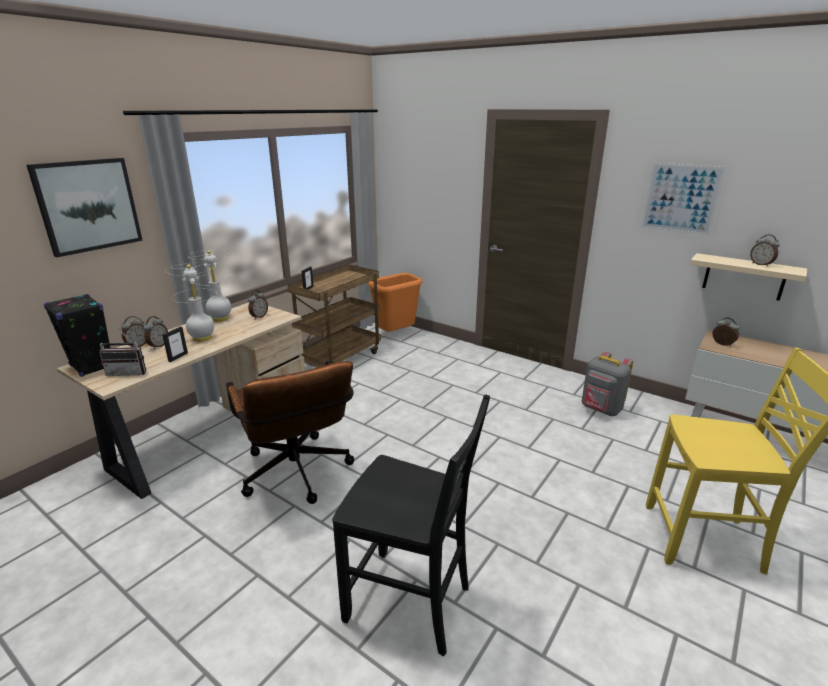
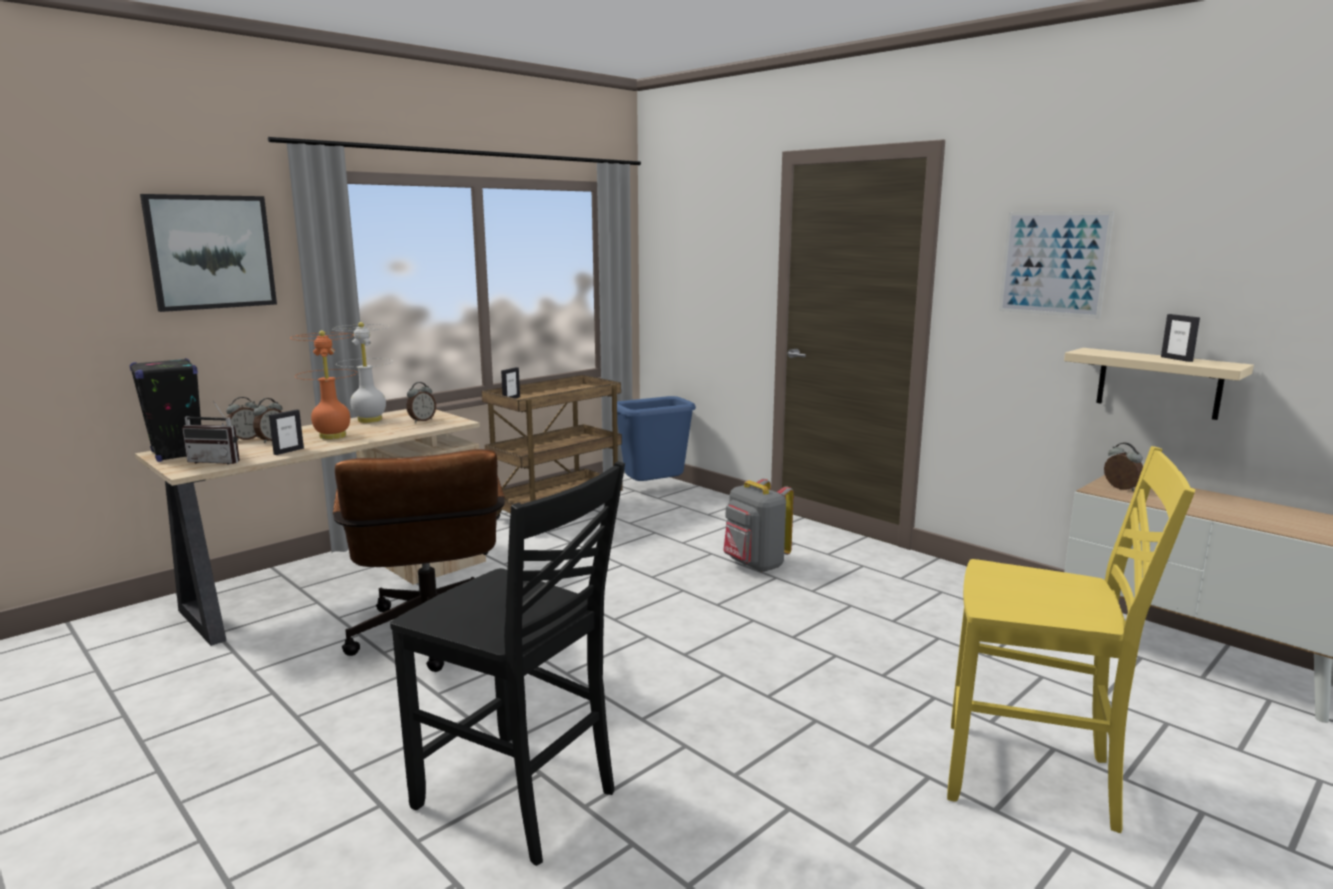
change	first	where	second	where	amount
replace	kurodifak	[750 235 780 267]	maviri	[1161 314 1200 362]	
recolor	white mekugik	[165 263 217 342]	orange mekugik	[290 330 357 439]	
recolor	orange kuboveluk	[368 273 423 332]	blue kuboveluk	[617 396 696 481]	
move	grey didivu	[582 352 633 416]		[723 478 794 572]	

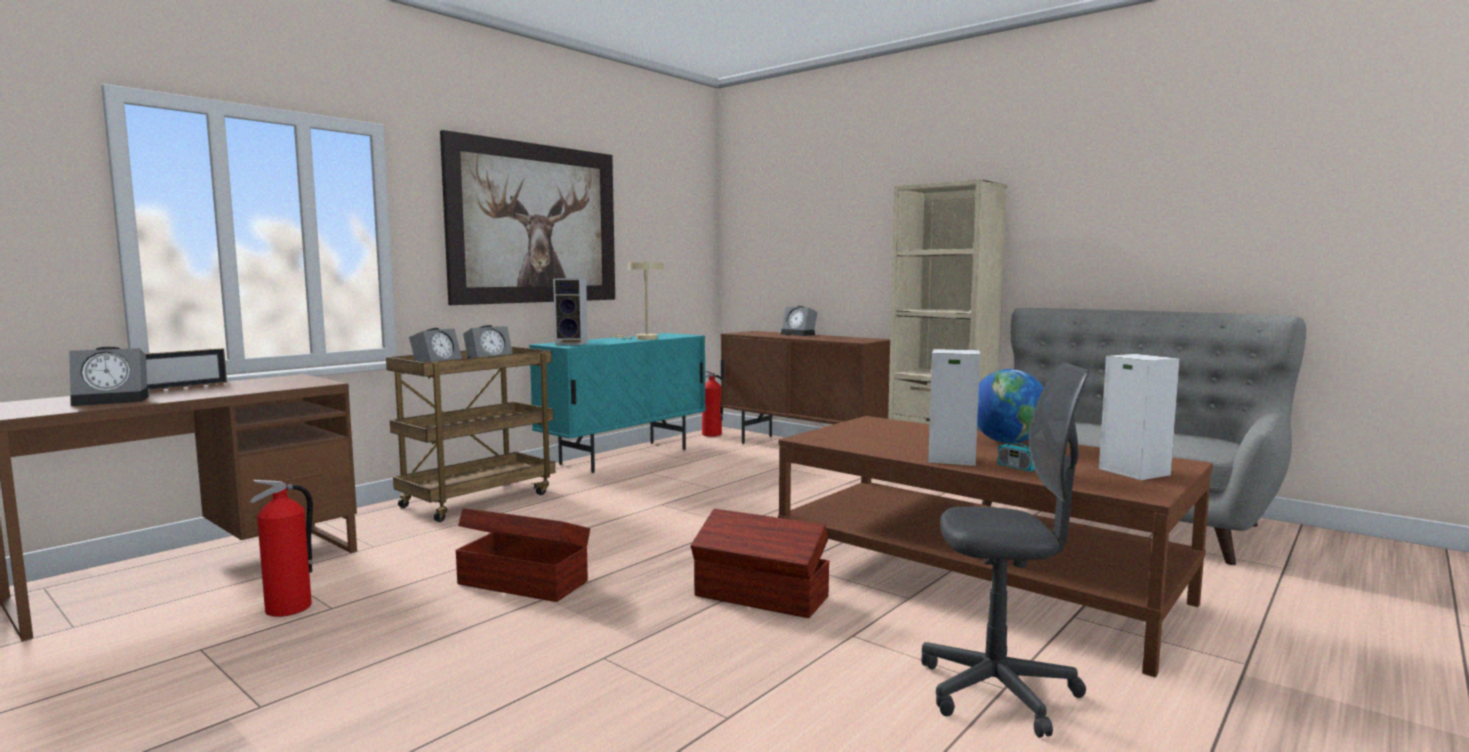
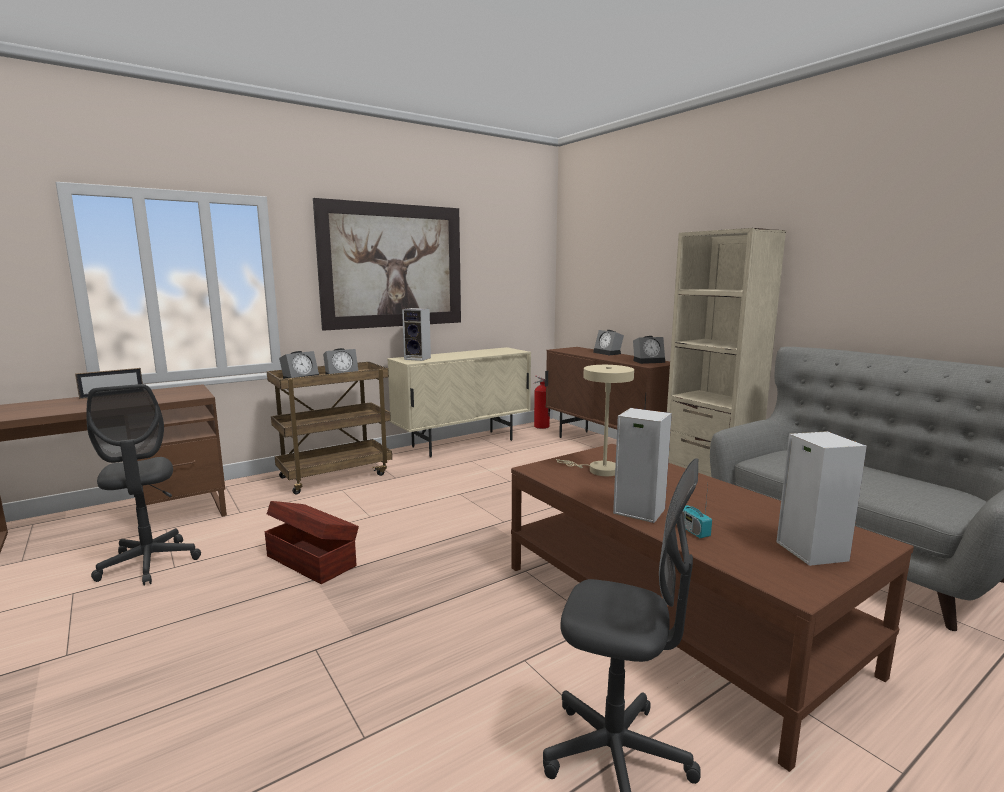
change	first	where	second	where	amount
move	beige mekugik	[611 261 664 340]		[556 365 634 476]	
recolor	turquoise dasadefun	[529 333 706 473]	beige dasadefun	[387 347 531 458]	
move	kurodifak	[69 346 149 406]		[633 336 665 364]	
delete	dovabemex	[977 369 1044 443]			
replace	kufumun	[250 480 313 617]	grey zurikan	[86 384 201 586]	
delete	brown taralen	[691 509 829 618]			

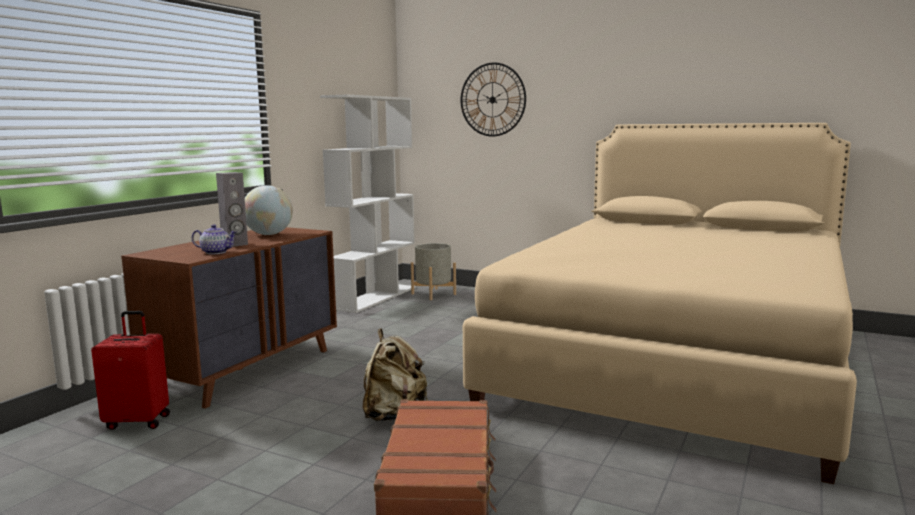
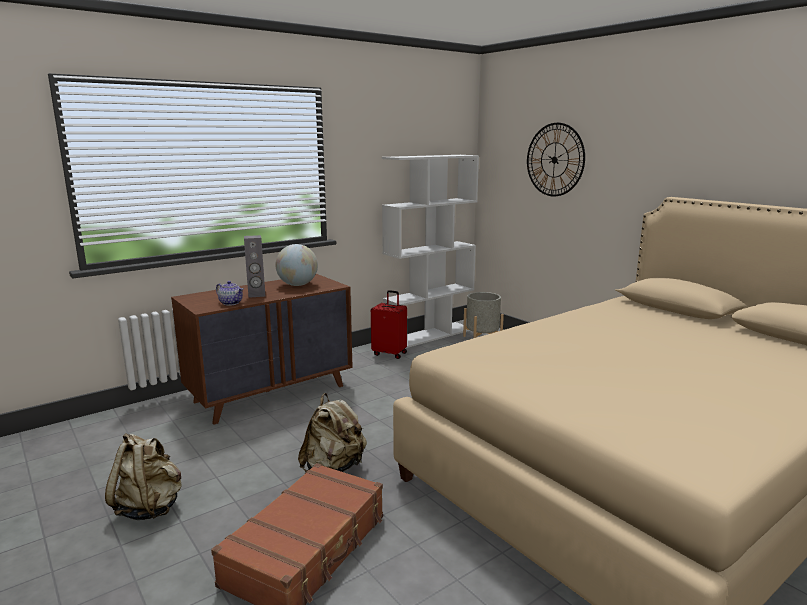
change	first	where	second	where	amount
move	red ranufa	[91 311 170 430]		[371 290 407 359]	
insert			beige didivu	[105 433 182 520]	

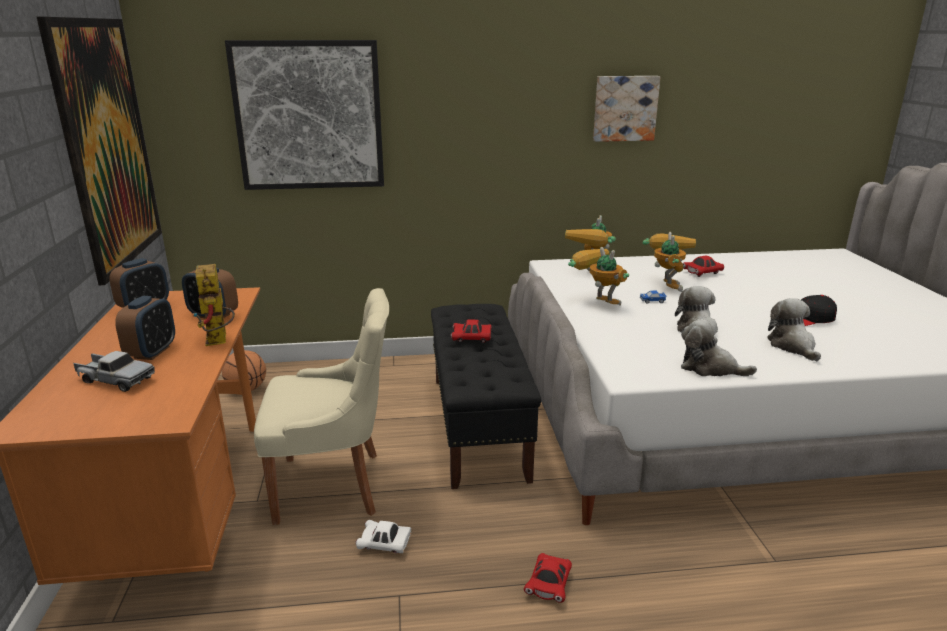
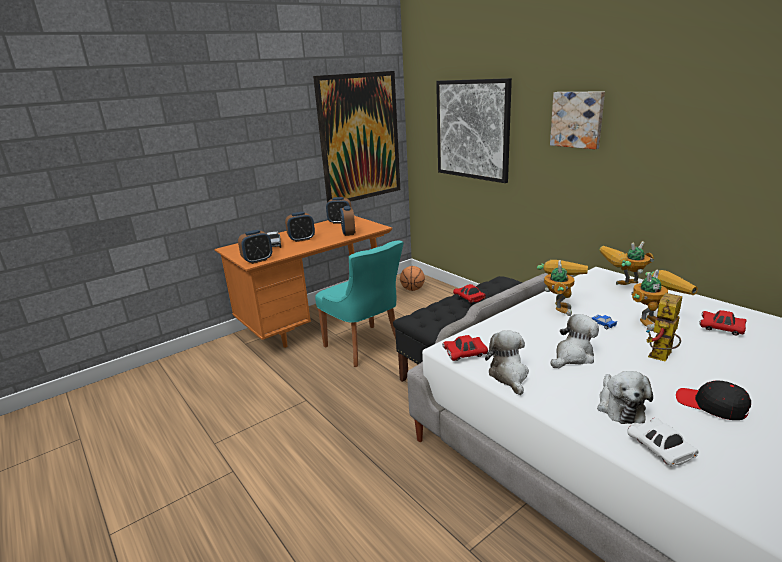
change	first	where	second	where	amount
move	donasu	[593 76 661 142]		[550 92 605 149]	
move	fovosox	[193 264 235 346]		[646 293 682 361]	
recolor	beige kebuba	[254 288 389 525]	turquoise kebuba	[315 240 404 367]	
rotate	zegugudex	[767 298 821 361]		[597 371 653 424]	135 degrees clockwise
move	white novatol	[356 520 411 553]		[627 418 699 467]	
move	red novatol	[524 553 572 603]		[442 335 488 361]	
insert			kurodifak	[238 230 272 264]	

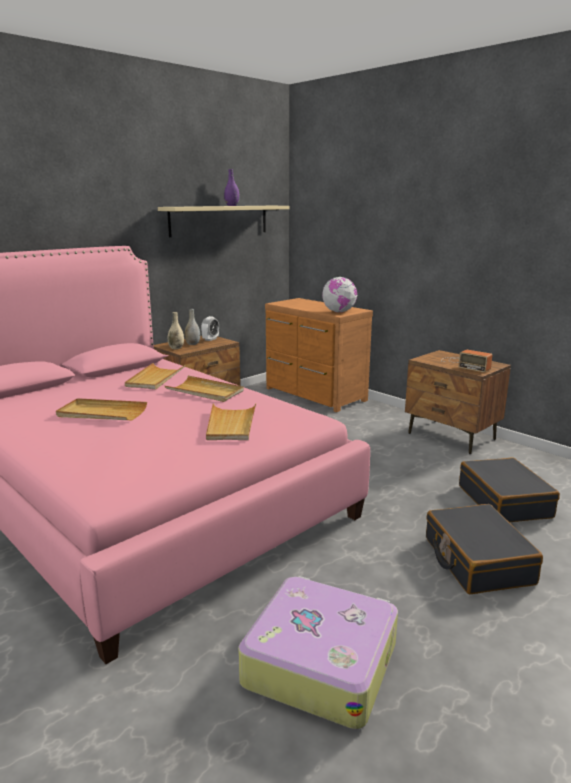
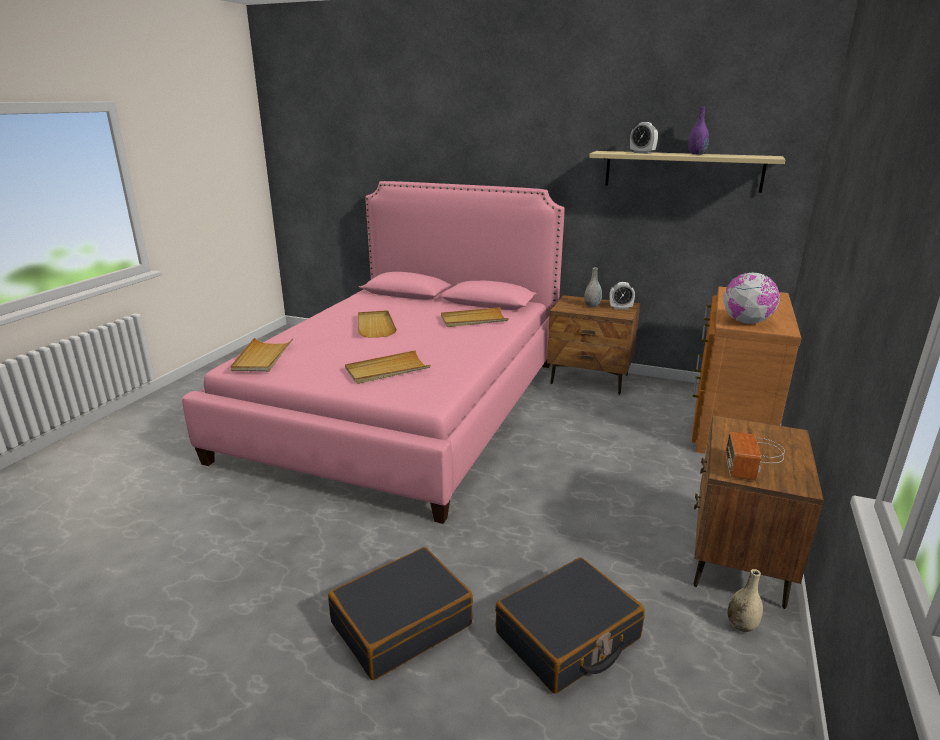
change	first	where	second	where	amount
move	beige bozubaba	[167 312 184 349]		[728 569 763 632]	
move	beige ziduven	[165 376 244 402]		[230 337 293 372]	
delete	ranufa	[238 576 398 730]			
insert			kurodifak	[630 122 658 154]	

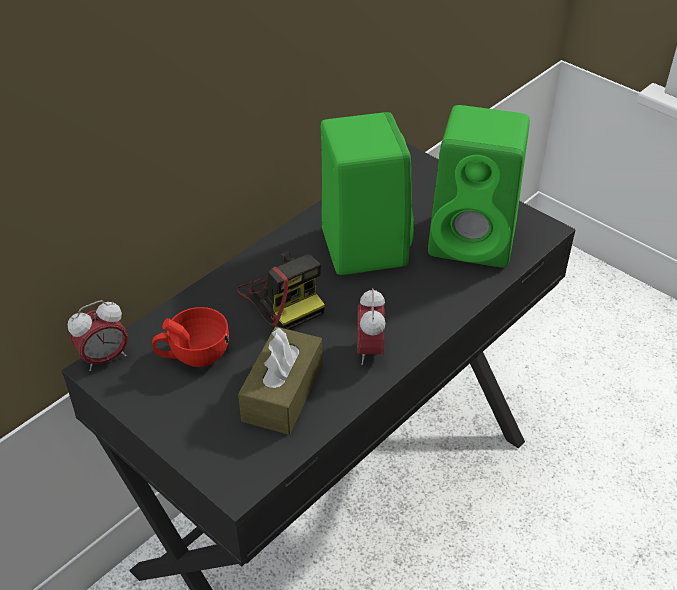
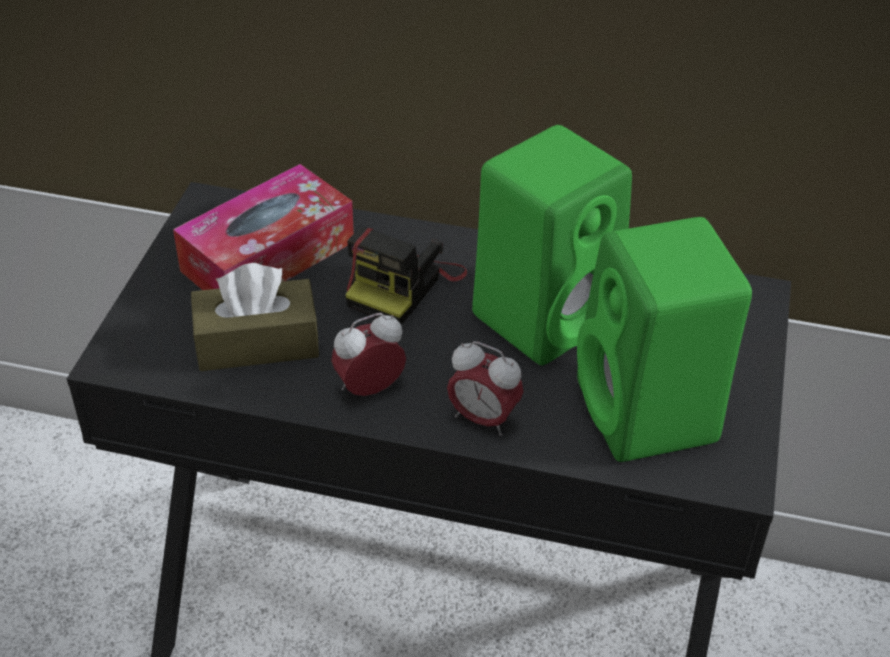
change	first	where	second	where	amount
move	kurodifak	[68 300 128 371]		[447 341 524 436]	
replace	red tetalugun	[152 307 229 367]	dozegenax	[173 164 354 290]	

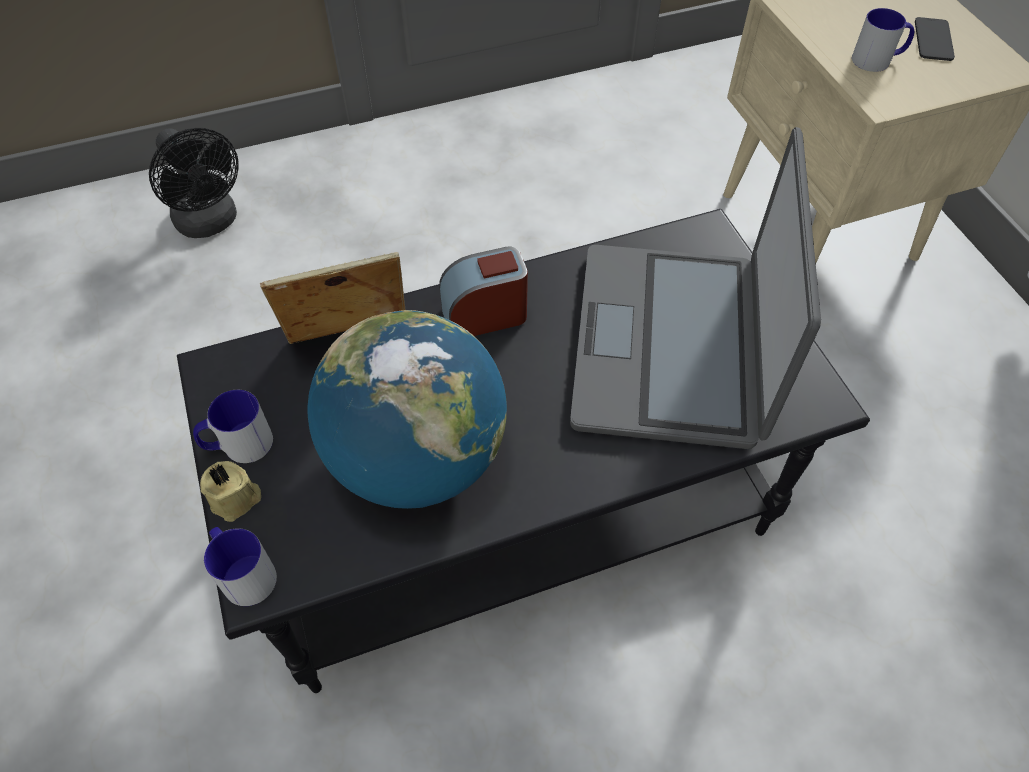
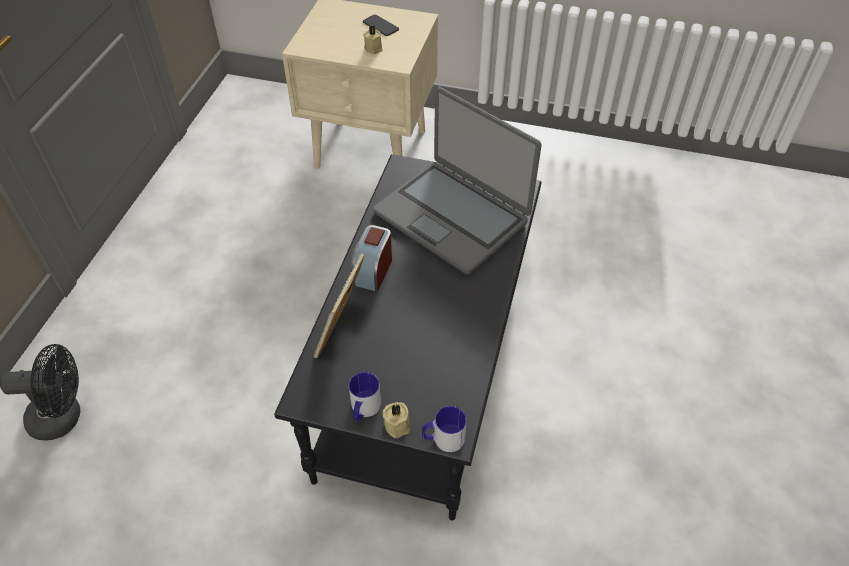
change	first	where	second	where	amount
replace	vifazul	[852 8 914 72]	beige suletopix	[363 25 383 54]	
delete	dovabemex	[308 310 507 509]			

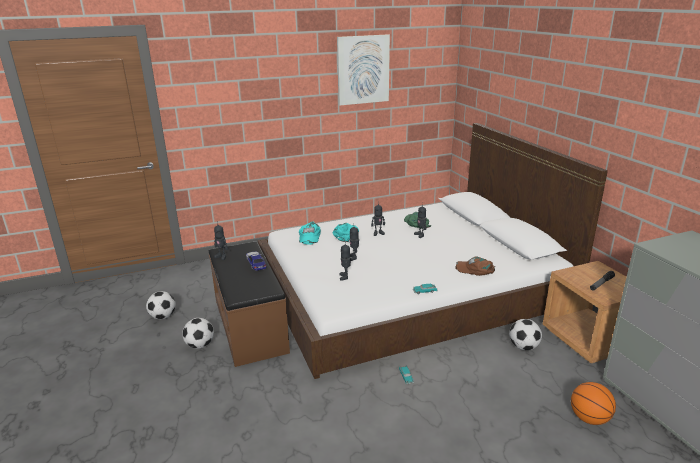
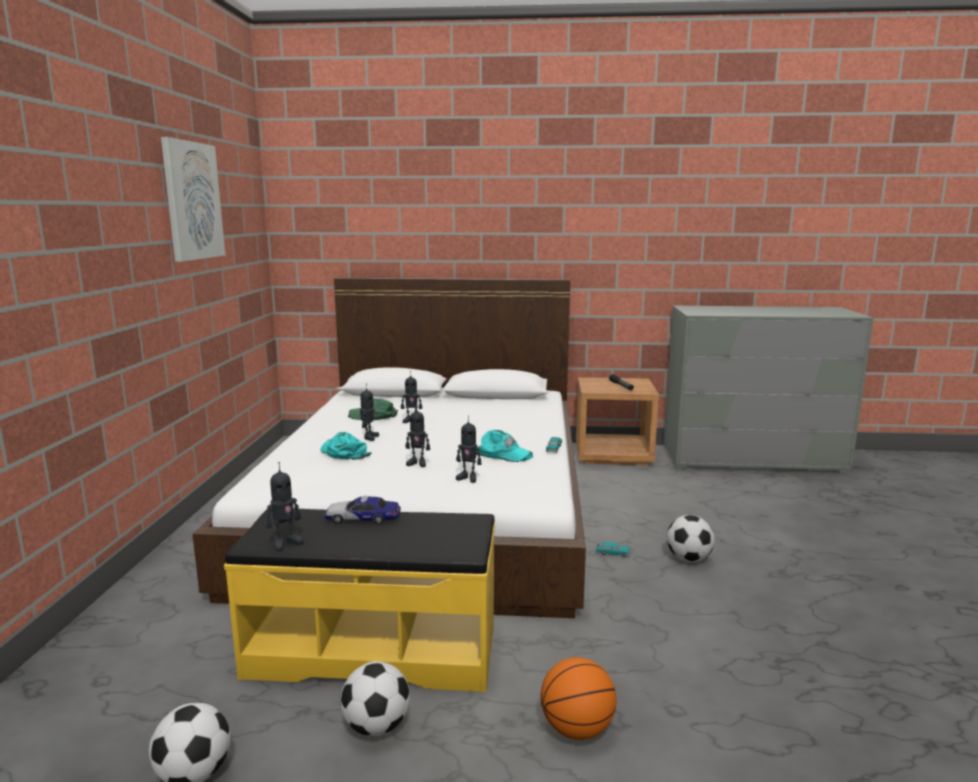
change	first	where	second	where	amount
move	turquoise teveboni	[299 221 321 245]		[476 430 533 462]	
recolor	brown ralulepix	[209 242 290 367]	yellow ralulepix	[224 508 495 692]	
delete	brown teveboni	[455 256 495 276]			
move	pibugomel	[509 319 542 350]		[667 515 715 562]	
move	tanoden	[571 382 616 425]		[541 657 617 740]	

